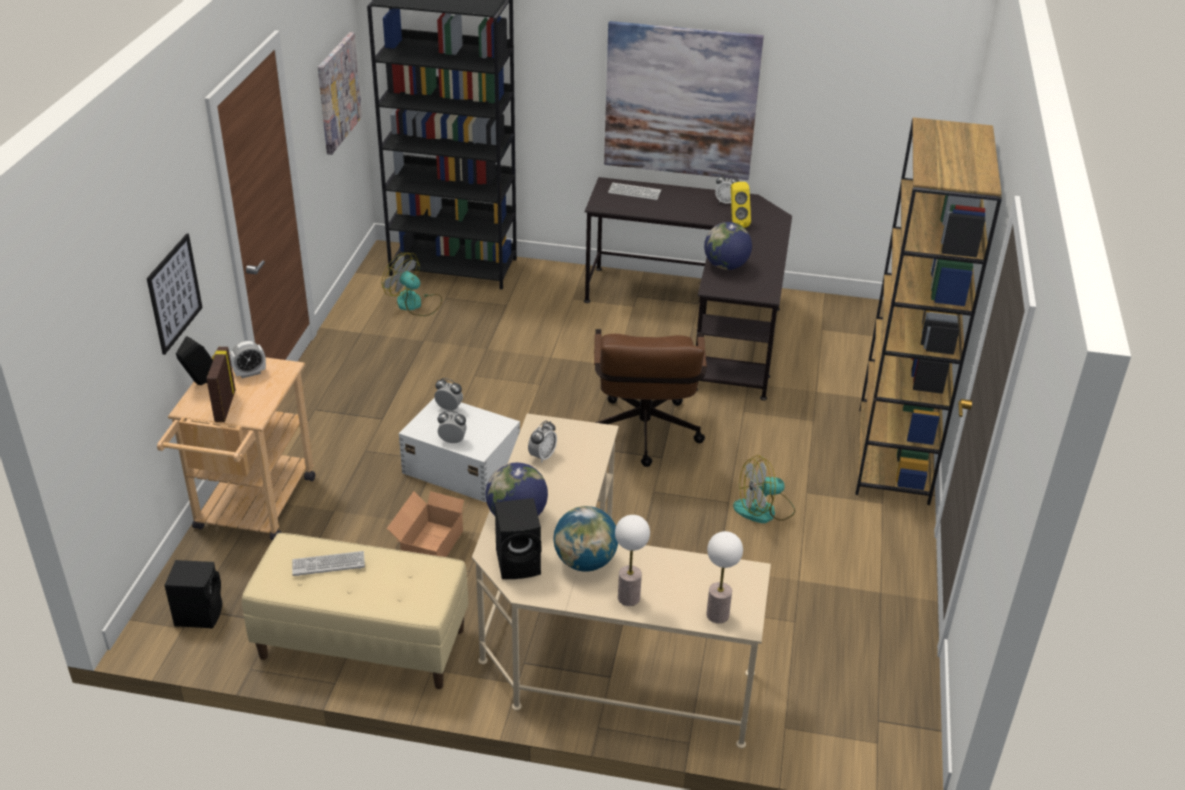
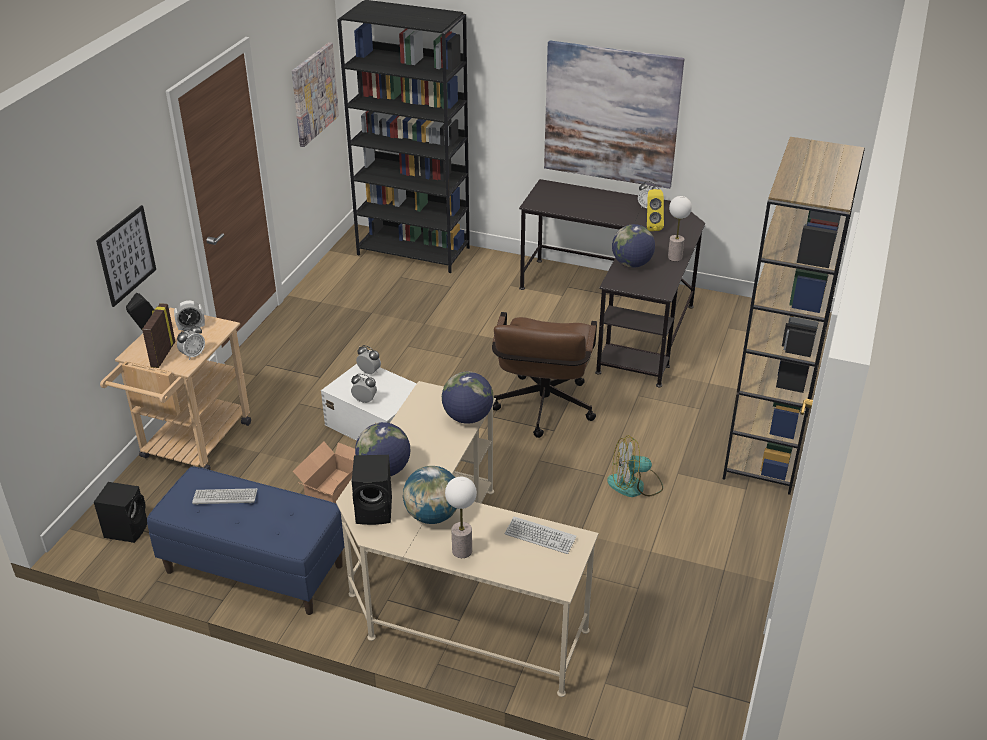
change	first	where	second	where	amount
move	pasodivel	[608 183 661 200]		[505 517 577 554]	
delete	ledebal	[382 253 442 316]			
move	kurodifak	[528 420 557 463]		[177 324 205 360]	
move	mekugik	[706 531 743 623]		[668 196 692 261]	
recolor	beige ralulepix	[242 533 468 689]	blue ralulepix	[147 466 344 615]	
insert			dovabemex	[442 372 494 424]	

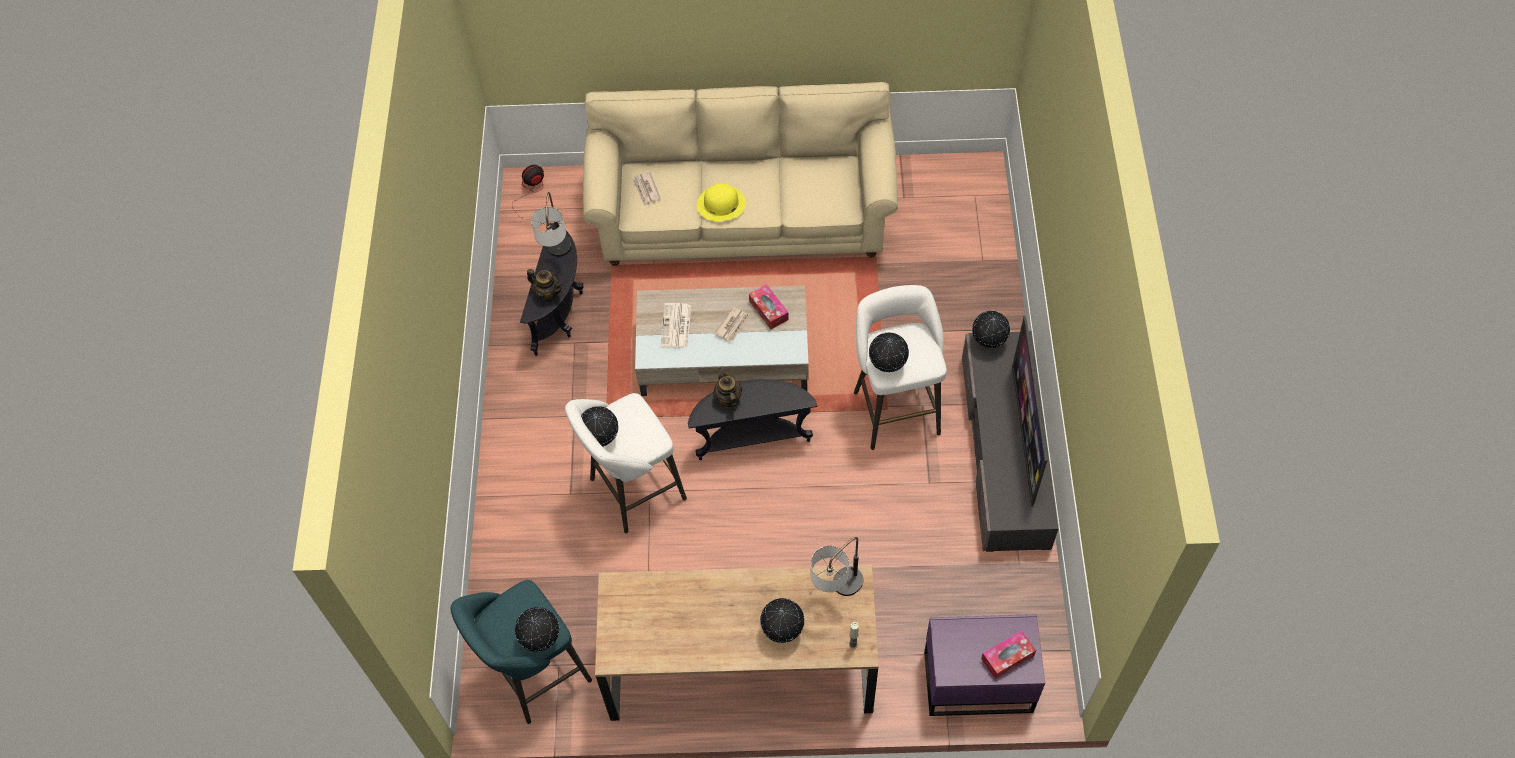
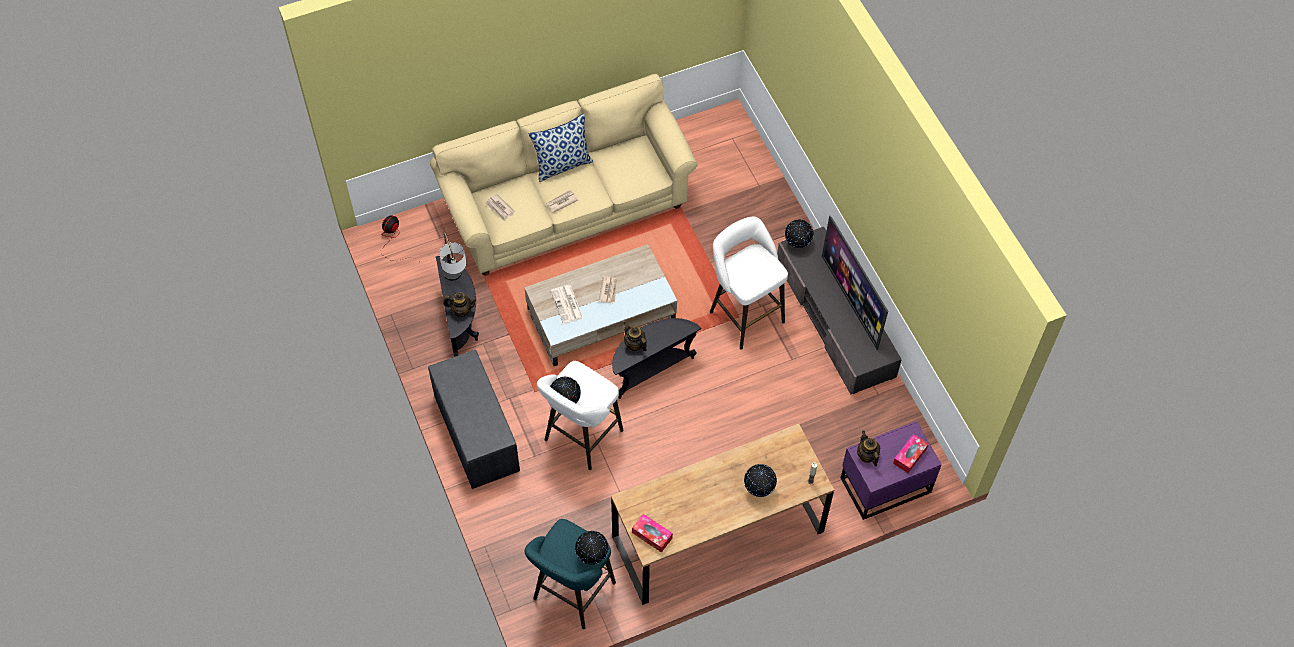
change	first	where	second	where	amount
replace	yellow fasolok	[697 183 746 221]	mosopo	[546 190 578 213]	
move	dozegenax	[749 284 789 329]		[632 514 673 553]	
delete	dovabemex	[869 332 909 372]			
delete	mekugik	[811 537 864 596]			
insert			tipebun	[529 113 594 182]	
insert			grey ralulepix	[428 350 520 489]	
insert			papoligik	[857 430 880 466]	

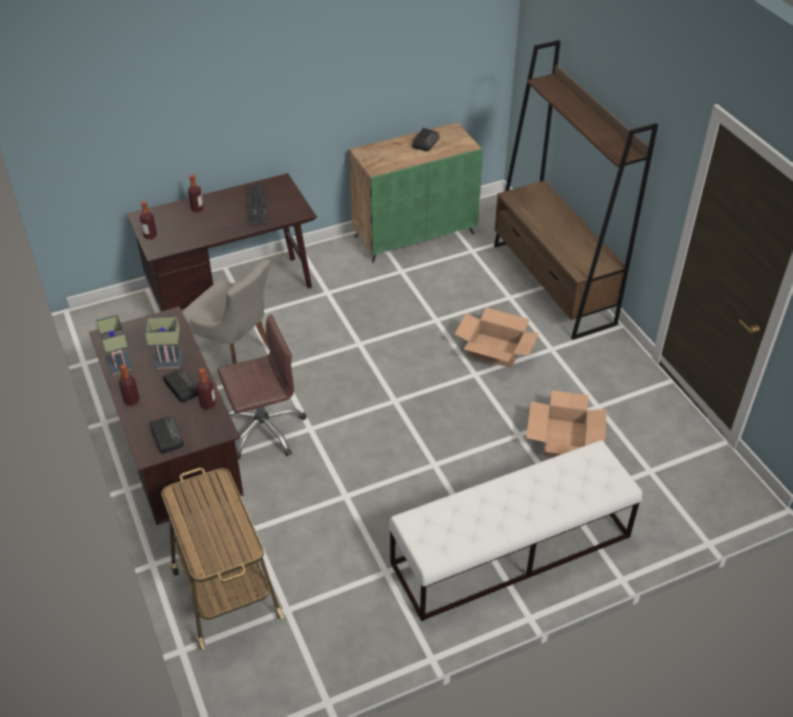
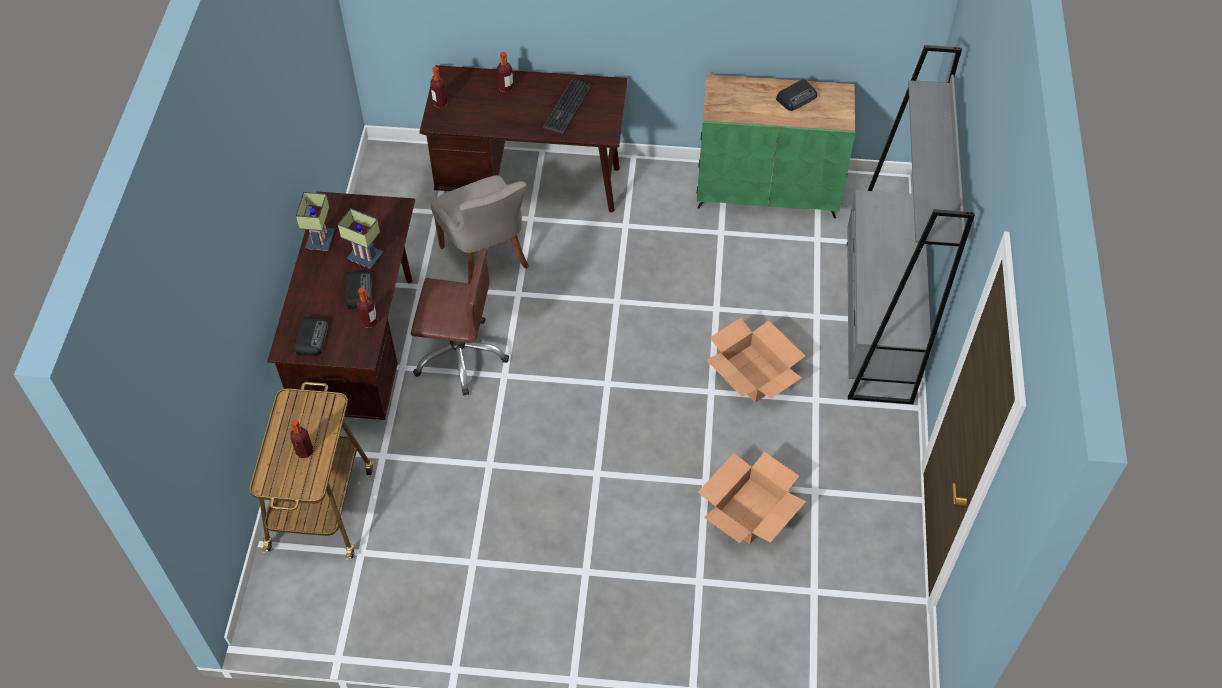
change	first	where	second	where	amount
recolor	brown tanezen	[494 40 658 340]	grey tanezen	[847 45 975 404]	
move	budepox	[119 364 140 406]		[290 419 313 458]	
delete	white ralulepix	[389 440 642 621]			

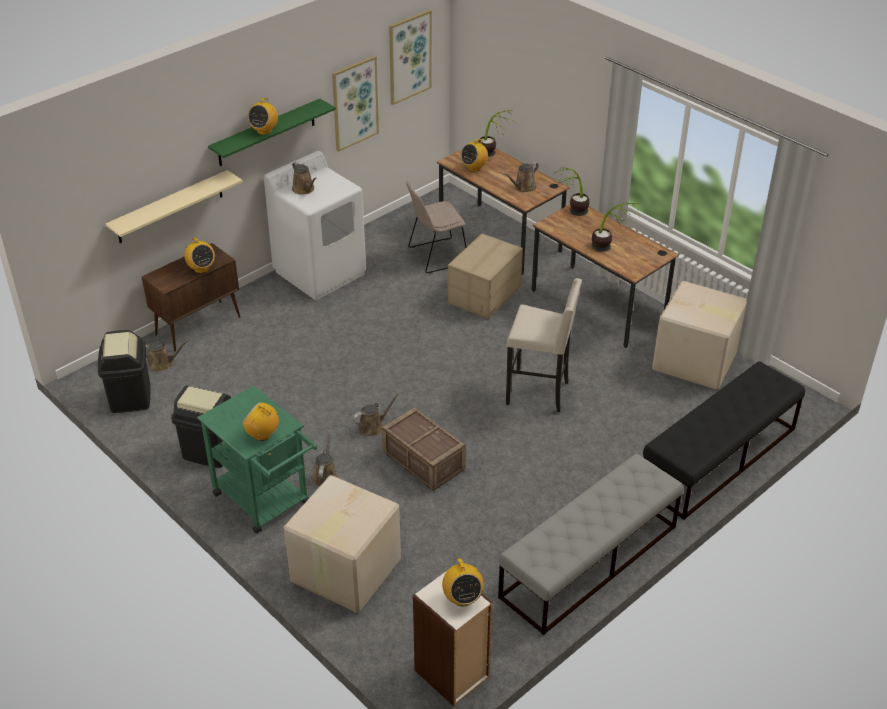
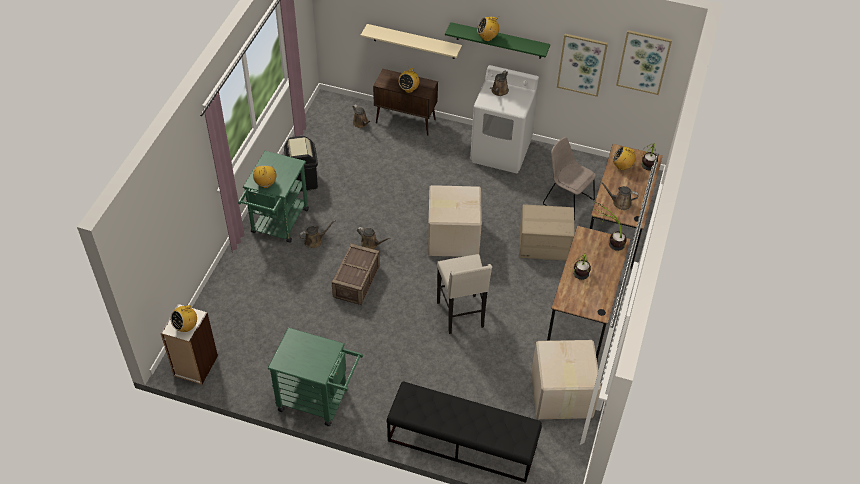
change	first	where	second	where	amount
delete	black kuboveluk	[98 330 150 413]			
replace	grey ralulepix	[498 454 683 635]	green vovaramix	[268 328 363 426]	
move	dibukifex	[284 475 401 613]		[428 185 482 257]	

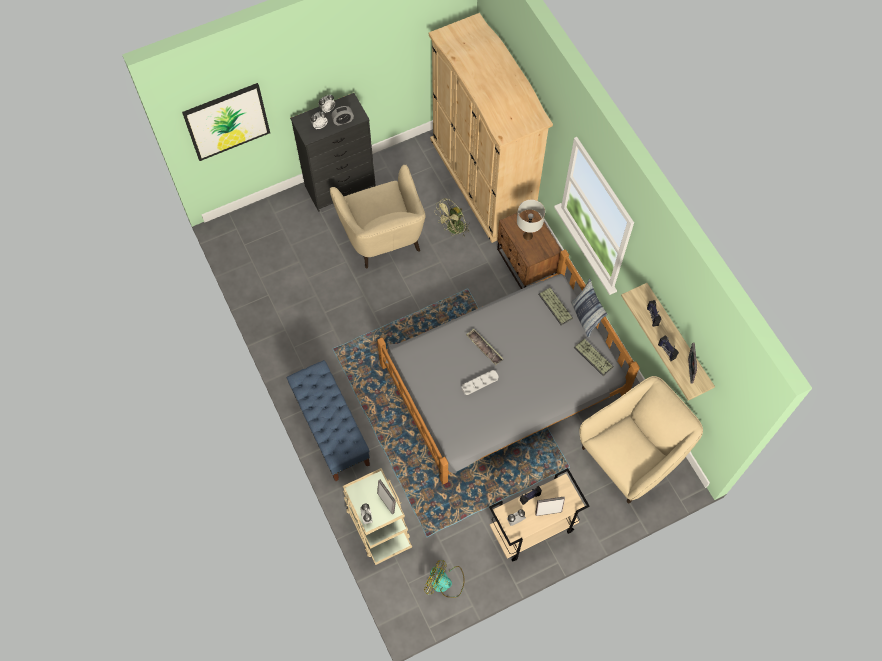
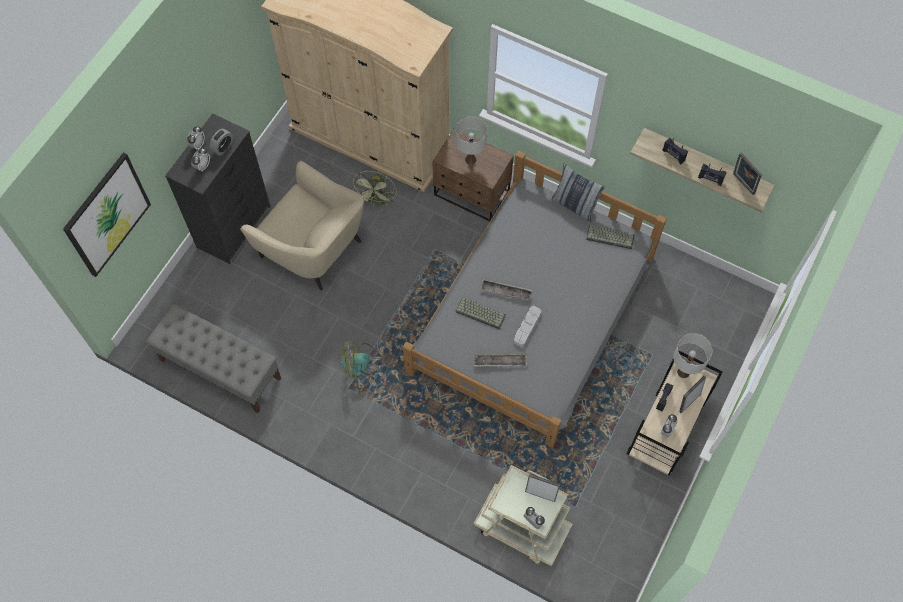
change	first	where	second	where	amount
move	pasodivel	[538 288 573 325]		[455 298 506 330]	
delete	blue ralulepix	[287 360 370 482]			
delete	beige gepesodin	[579 376 703 504]			
move	ledebal	[424 560 465 598]		[341 340 380 379]	
insert			grey ralulepix	[146 304 281 413]	
insert			white mekugik	[673 333 712 378]	
insert			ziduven	[474 353 527 367]	

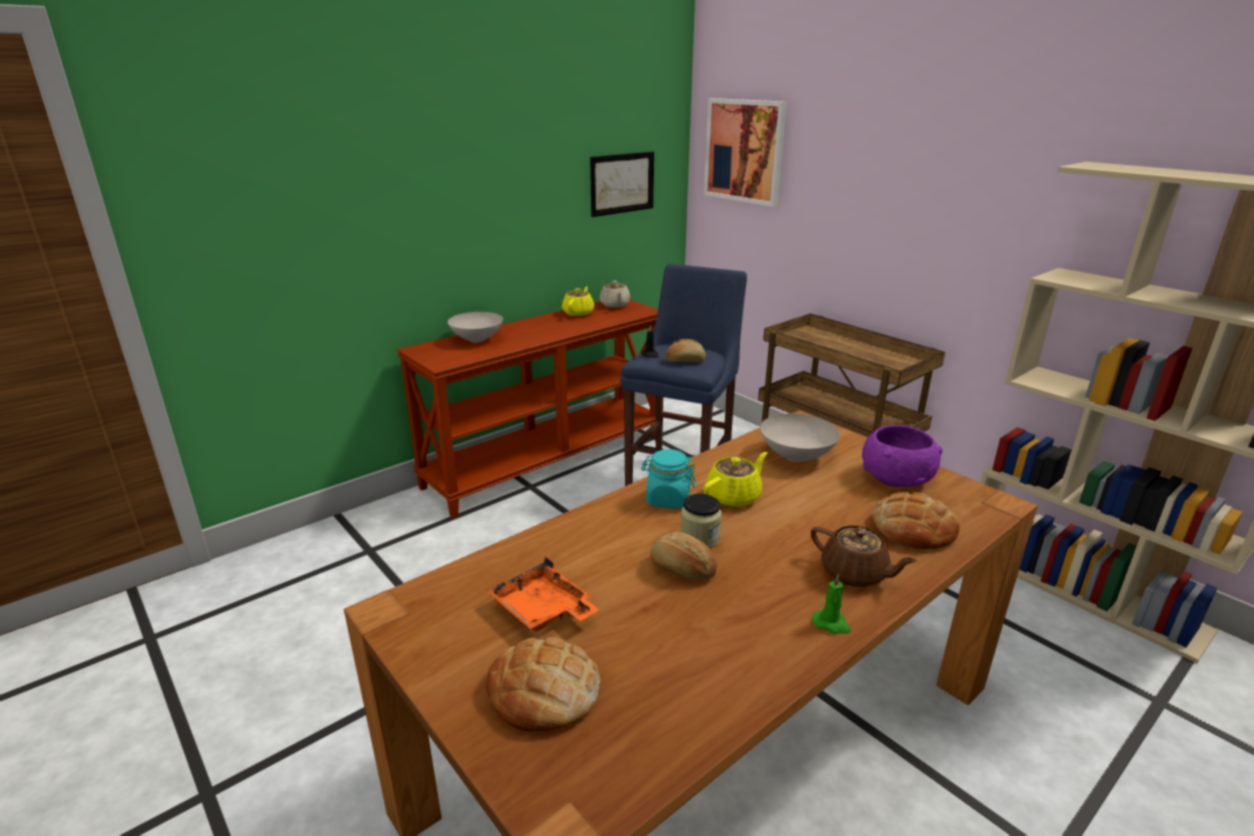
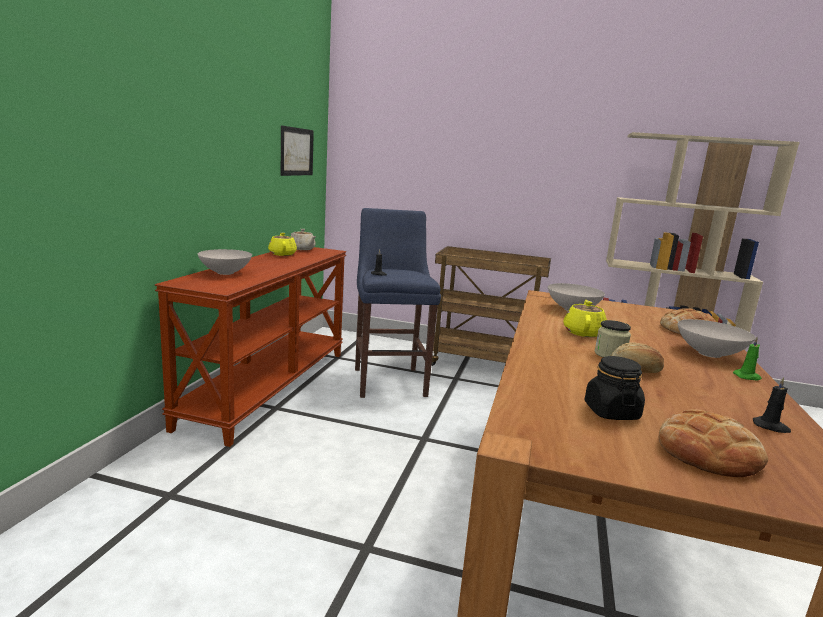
change	first	where	second	where	amount
delete	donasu	[704 98 787 207]			
delete	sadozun	[666 339 706 362]			
delete	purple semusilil	[862 425 943 487]			
delete	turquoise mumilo	[641 449 696 508]			
replace	brown papoligik	[811 525 917 587]	white semusilil	[678 319 756 358]	
replace	orange ziduven	[486 557 599 632]	black mumilo	[584 356 645 420]	
insert			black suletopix	[753 377 791 433]	

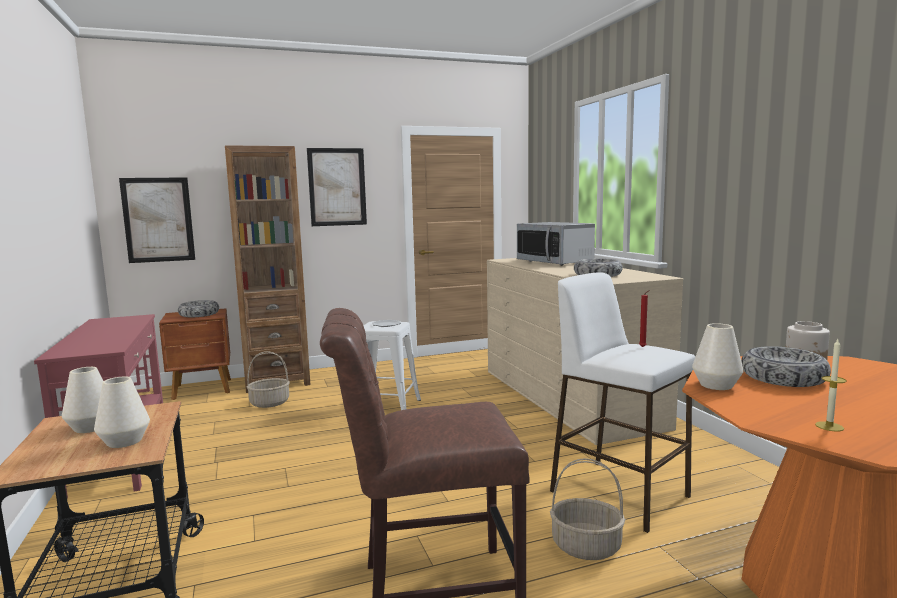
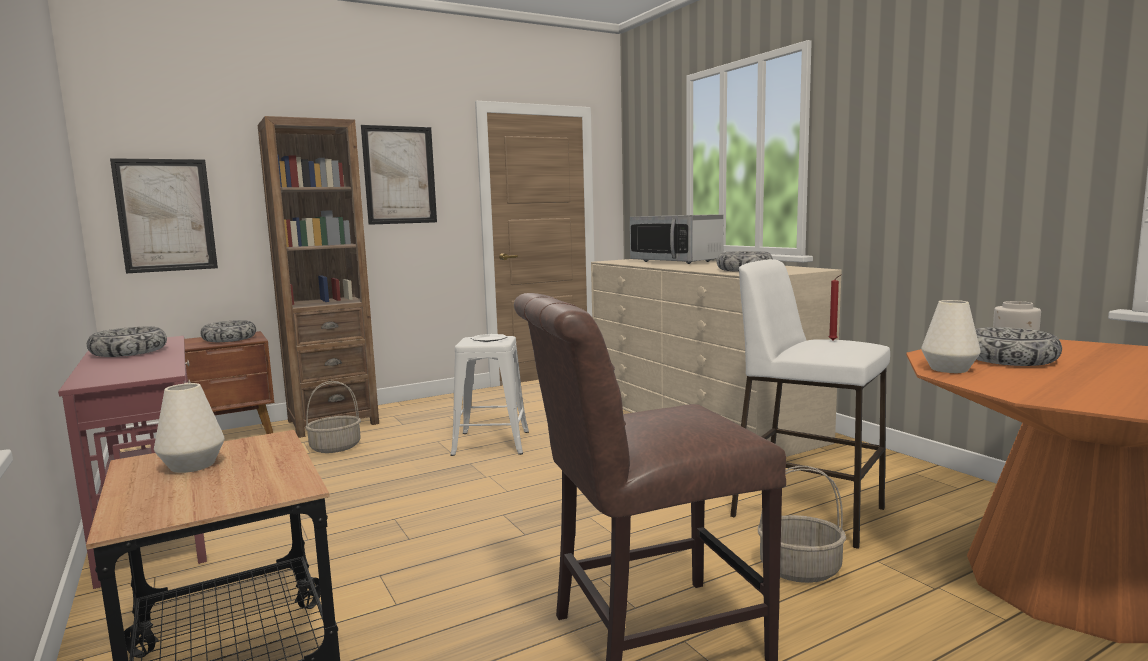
change	first	where	second	where	amount
delete	suletopix	[815 339 847 432]			
delete	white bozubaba	[94 376 150 448]			
insert			semusilil	[87 327 167 357]	

